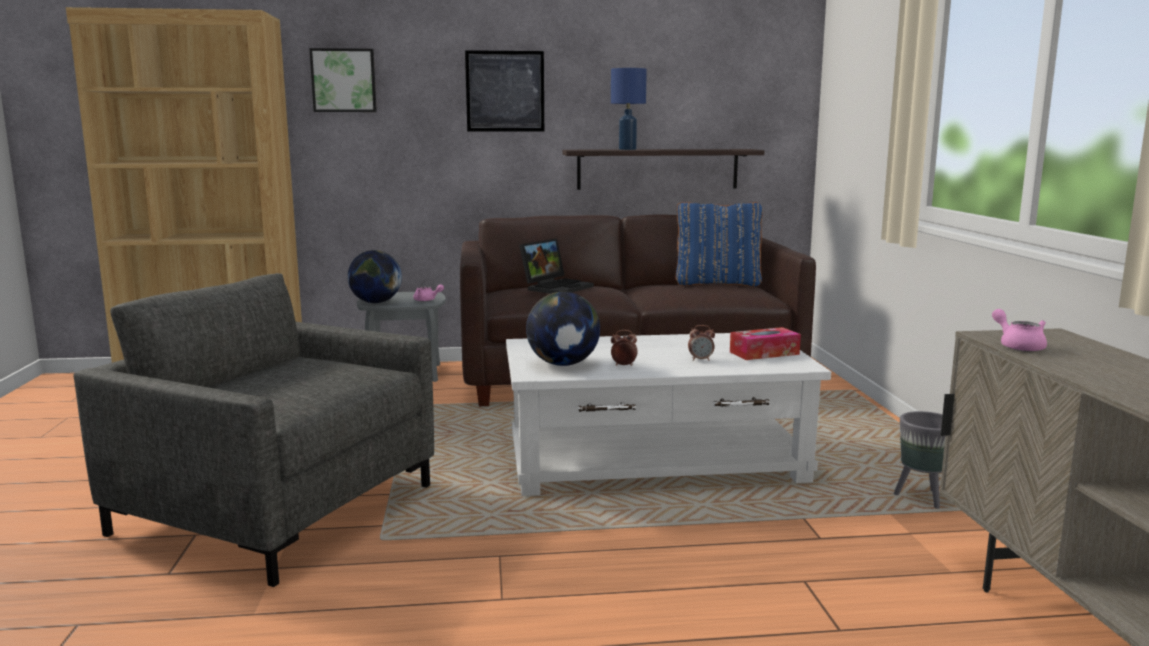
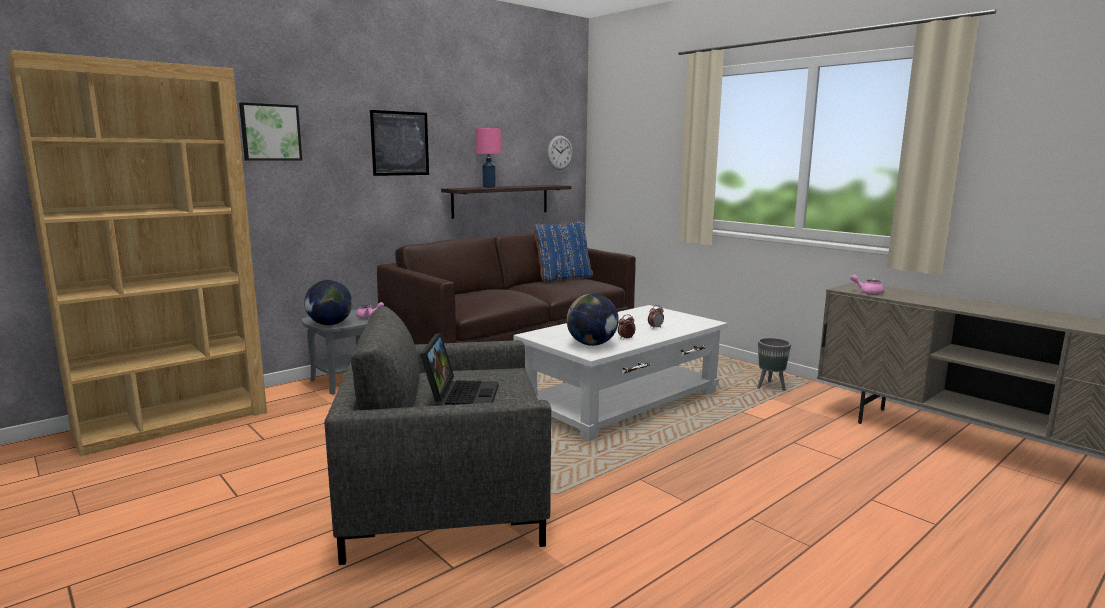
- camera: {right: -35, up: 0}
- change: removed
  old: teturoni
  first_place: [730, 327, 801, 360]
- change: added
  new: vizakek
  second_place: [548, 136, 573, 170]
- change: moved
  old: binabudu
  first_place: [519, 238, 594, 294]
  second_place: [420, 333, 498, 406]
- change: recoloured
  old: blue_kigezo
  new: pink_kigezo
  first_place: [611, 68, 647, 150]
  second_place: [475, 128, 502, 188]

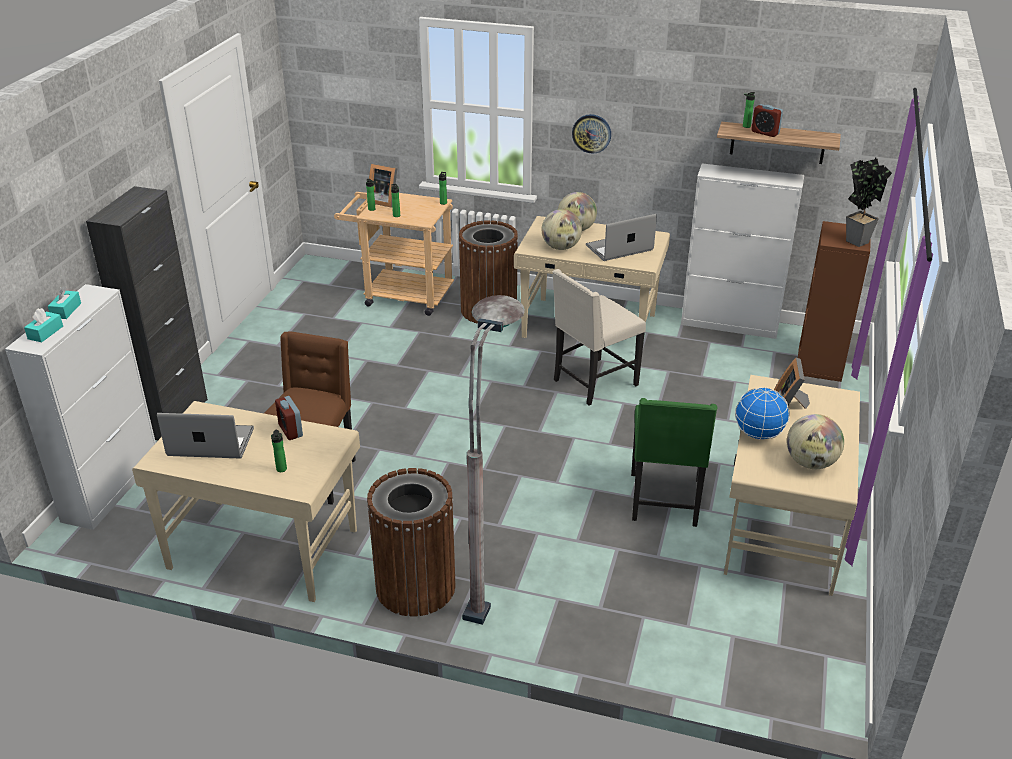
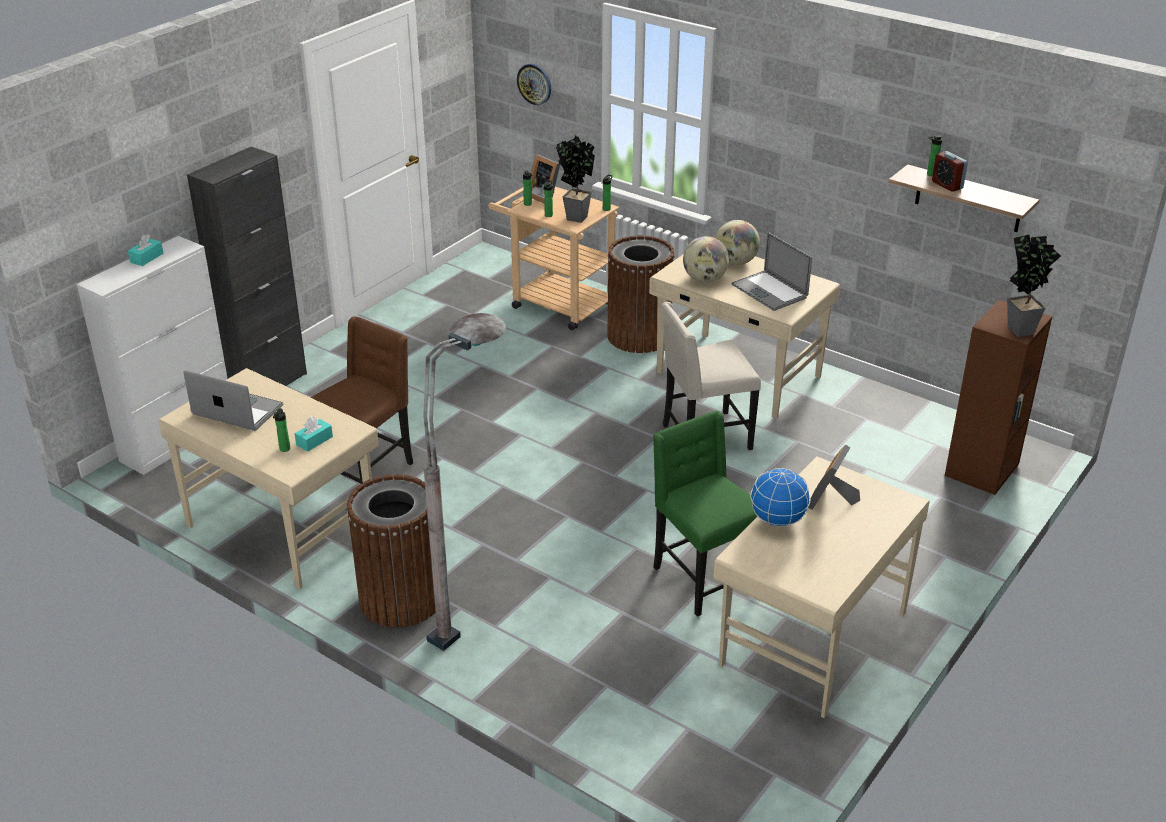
- camera: {right: 20, up: 0}
- change: removed
  old: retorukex
  first_place: [275, 396, 303, 440]
- change: removed
  old: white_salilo
  first_place: [681, 164, 804, 339]
- change: removed
  old: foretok
  first_place: [787, 414, 844, 469]
- change: added
  new: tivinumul
  second_place: [556, 135, 595, 223]
- change: moved
  old: turquoise_teturoni
  first_place: [24, 308, 63, 343]
  second_place: [295, 417, 333, 452]
- change: moved
  old: vizakek
  first_place: [572, 114, 611, 154]
  second_place: [517, 64, 551, 105]
- change: turned
  old: binabudu
  first_place: [586, 214, 657, 261]
  second_place: [731, 232, 812, 311]
  degrees: -120
- change: turned
  old: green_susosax
  first_place: [631, 398, 717, 527]
  second_place: [653, 411, 757, 617]
  degrees: 120

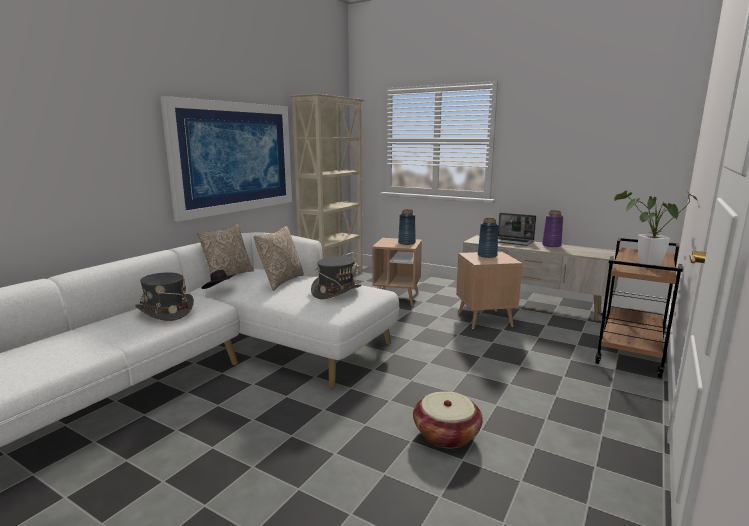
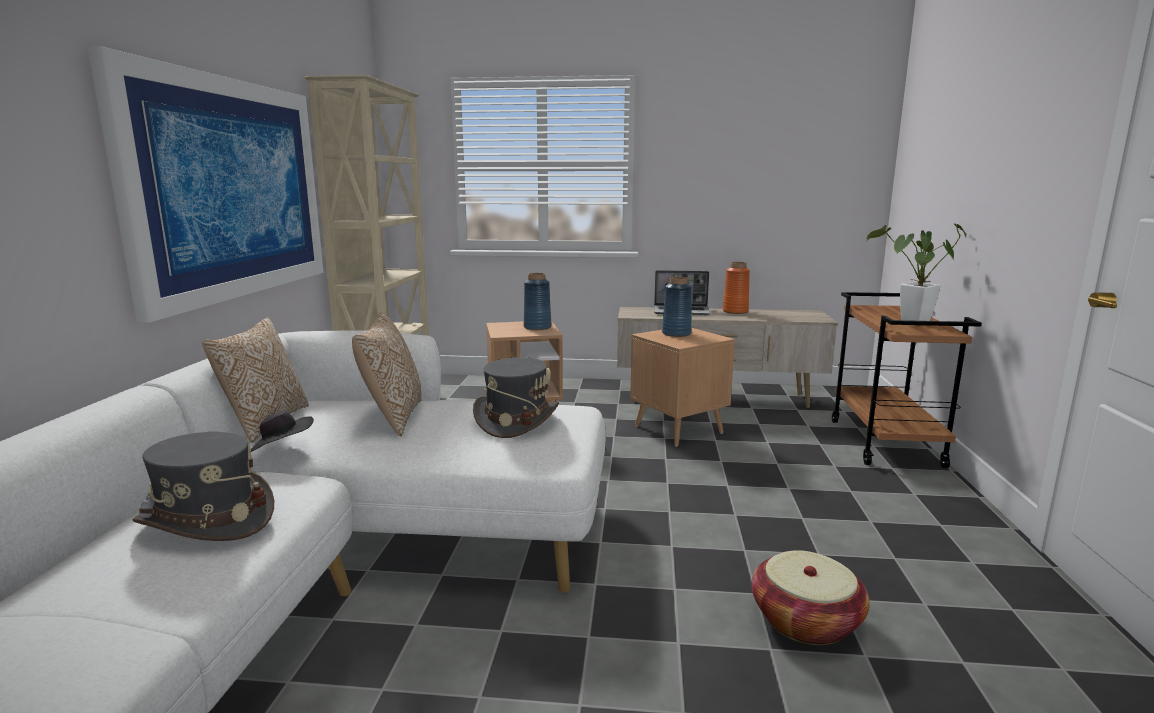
- camera: {right: -25, up: 0}
- change: recoloured
  old: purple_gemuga
  new: orange_gemuga
  first_place: [542, 210, 563, 247]
  second_place: [723, 262, 750, 314]

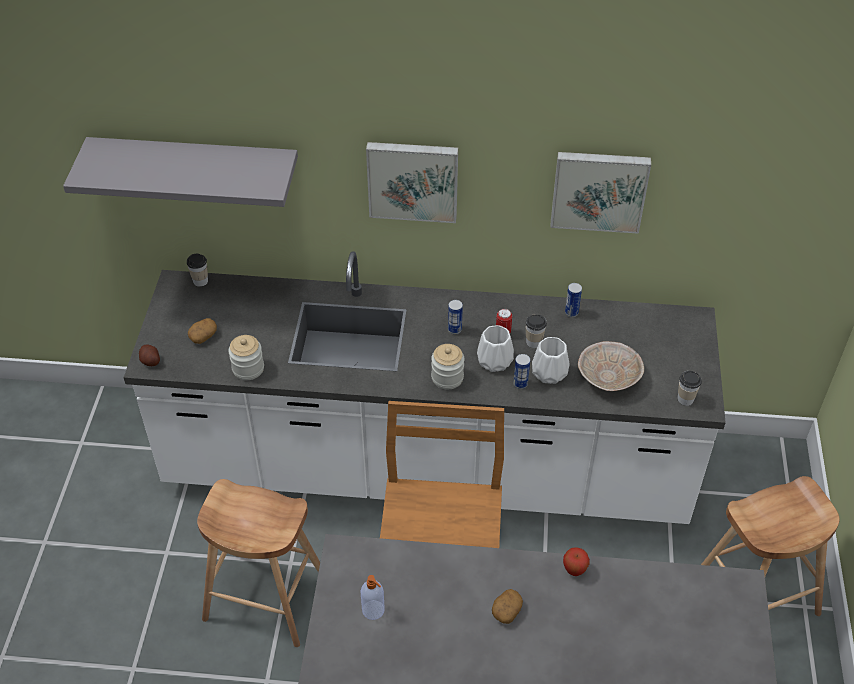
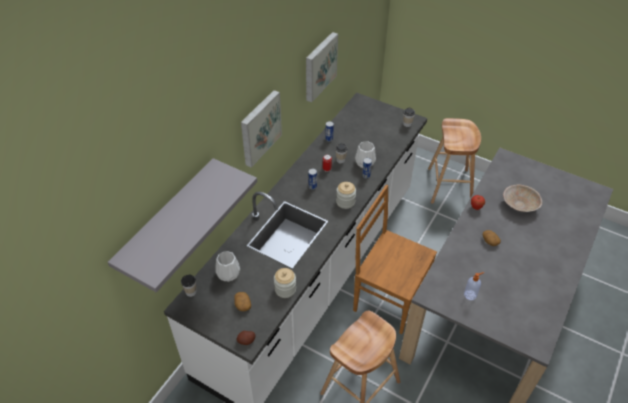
- camera: {right: -65, up: 0}
- change: moved
  old: white_gemuga
  first_place: [477, 325, 514, 372]
  second_place: [215, 251, 240, 282]
- change: moved
  old: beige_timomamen
  first_place: [578, 341, 644, 391]
  second_place: [503, 184, 542, 212]

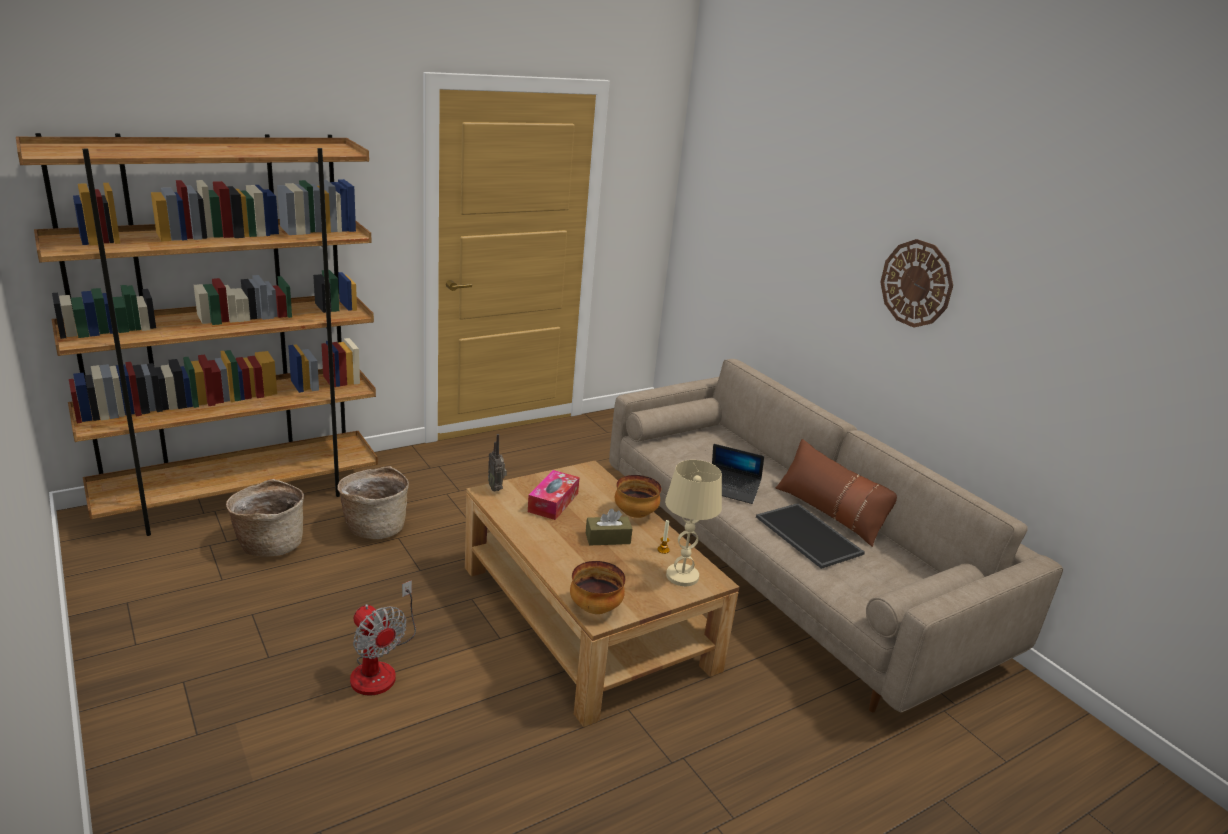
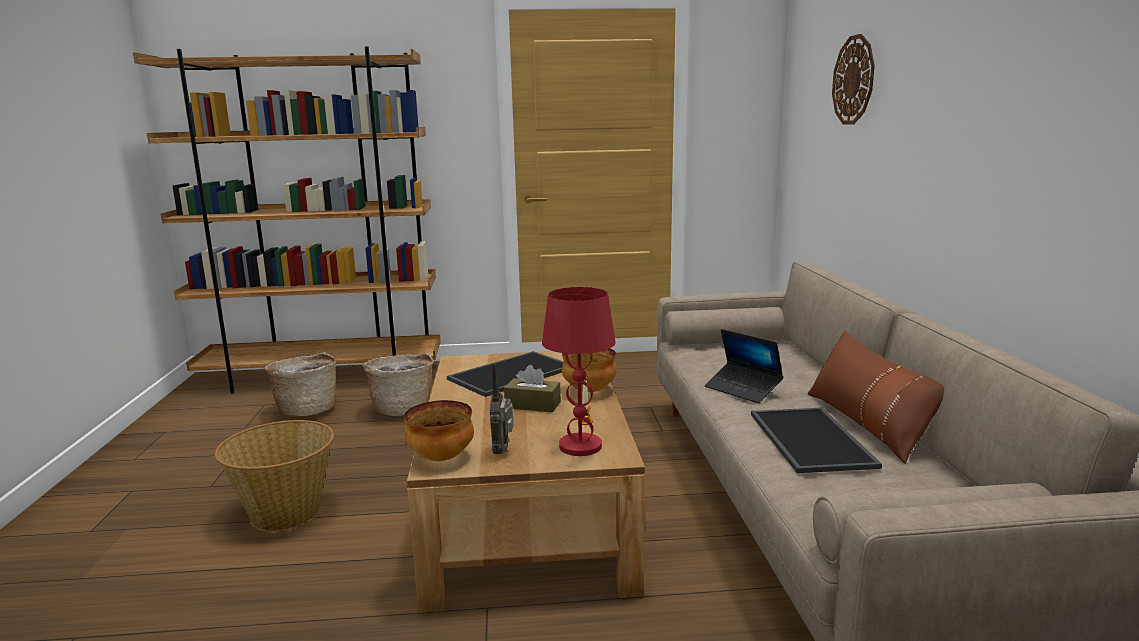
- camera: {right: 30, up: -10}
- change: moved
  old: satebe
  first_place: [488, 434, 507, 492]
  second_place: [490, 363, 513, 454]
- change: moved
  old: vizakek
  first_place: [880, 239, 953, 328]
  second_place: [832, 34, 875, 124]
- change: replaced
  old: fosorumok
  new: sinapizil
  first_place: [350, 580, 416, 696]
  second_place: [215, 420, 334, 531]
- change: replaced
  old: teturoni
  new: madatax
  first_place: [528, 470, 580, 520]
  second_place: [447, 351, 564, 397]
- change: recoloured
  old: beige_kigezo
  new: red_kigezo
  first_place: [665, 460, 722, 586]
  second_place: [542, 287, 616, 456]

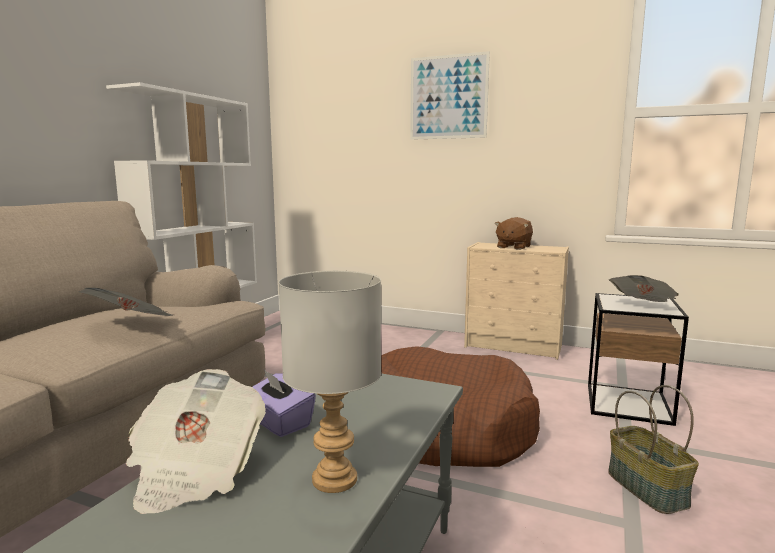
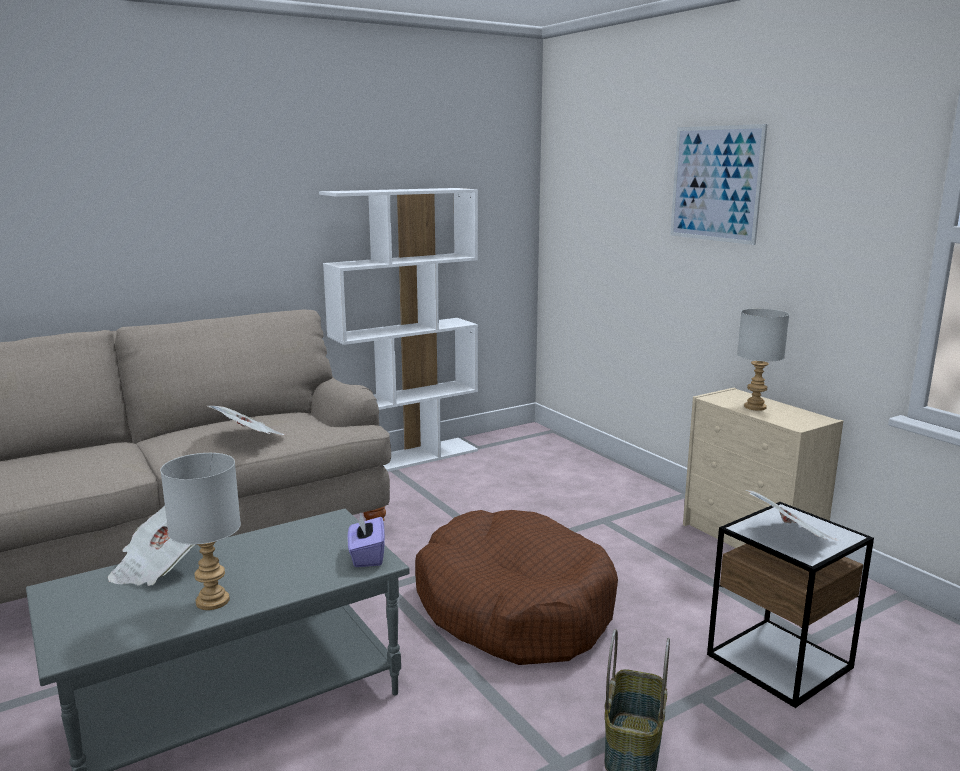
- camera: {right: 35, up: 5}
- change: moved
  old: purple_teturoni
  first_place: [252, 370, 316, 437]
  second_place: [347, 512, 385, 567]
- change: replaced
  old: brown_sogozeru
  new: grey_kigezo
  first_place: [494, 217, 533, 250]
  second_place: [737, 308, 789, 411]

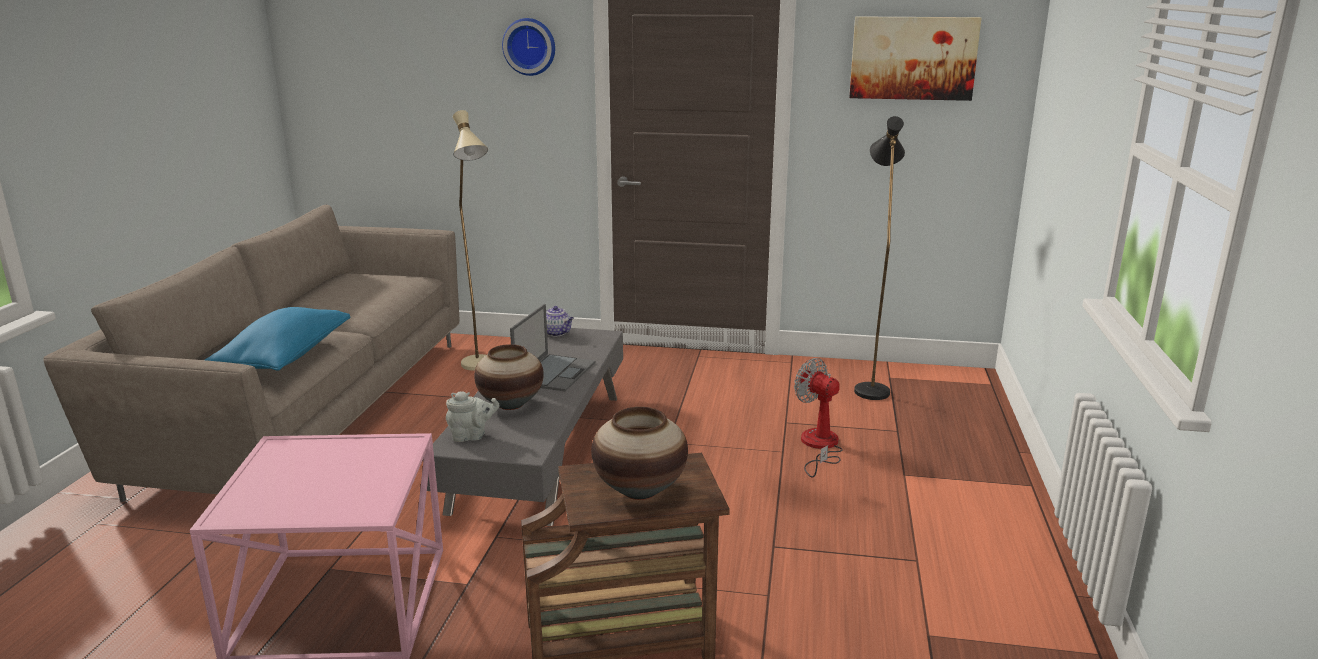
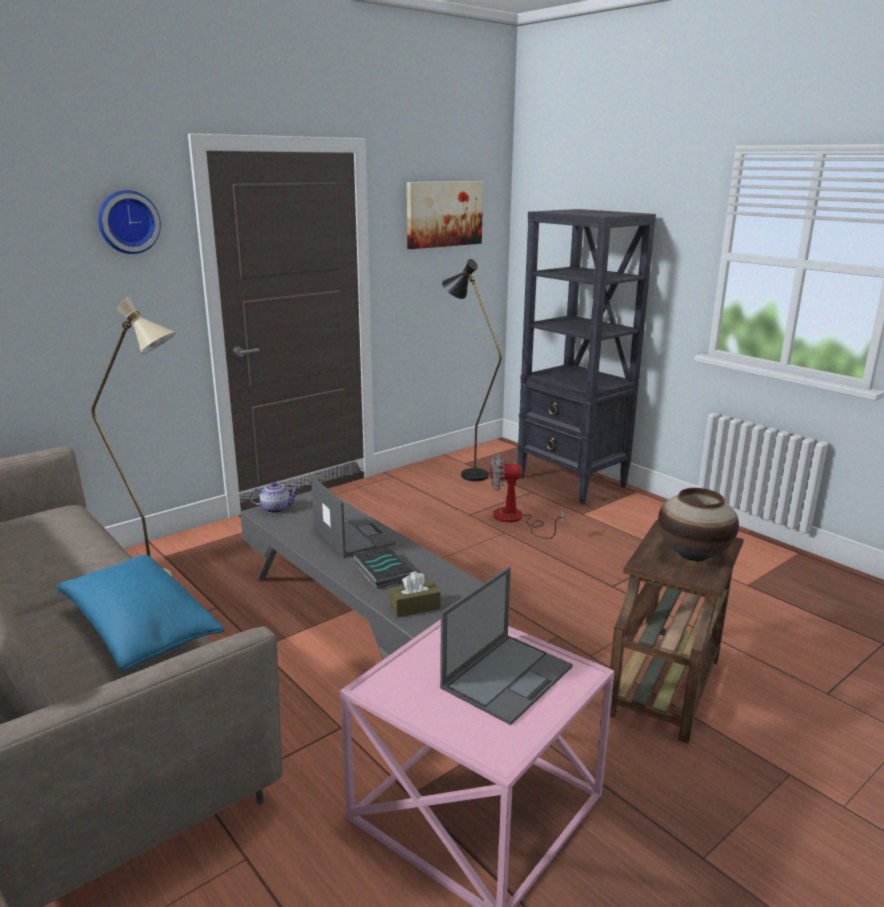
- camera: {right: -50, up: 0}
- change: added
  new: binabudu
  second_place: [440, 567, 573, 725]
- change: added
  new: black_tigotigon
  second_place: [517, 209, 656, 504]
- change: replaced
  old: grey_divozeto
  new: brown_teturoni
  first_place: [446, 391, 499, 442]
  second_place: [389, 571, 441, 617]
- change: replaced
  old: gemuga
  new: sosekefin
  first_place: [474, 344, 544, 410]
  second_place: [353, 546, 413, 590]

